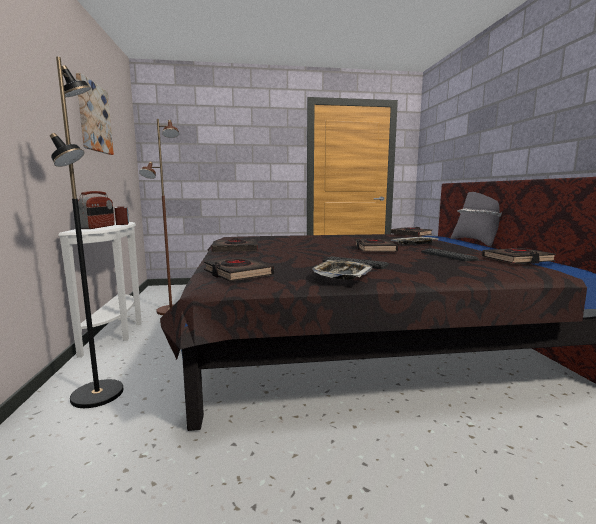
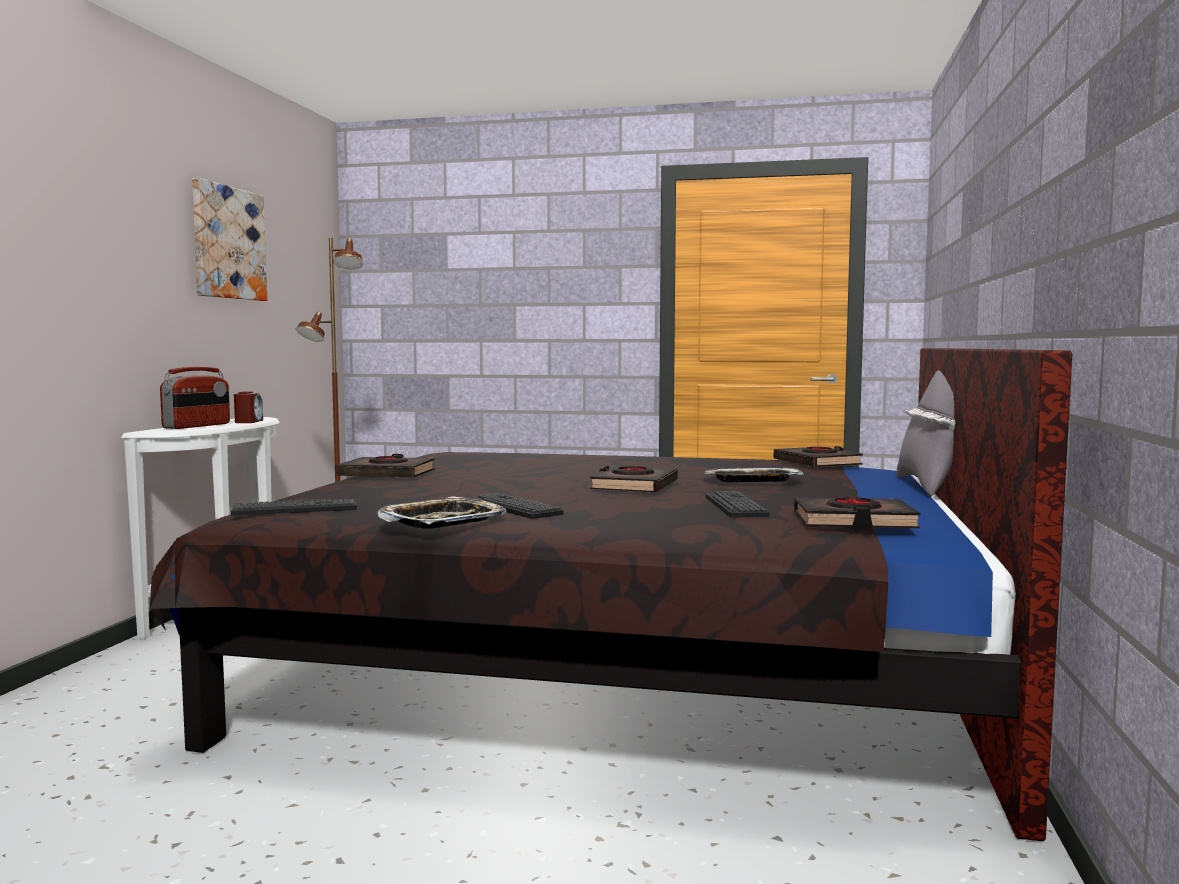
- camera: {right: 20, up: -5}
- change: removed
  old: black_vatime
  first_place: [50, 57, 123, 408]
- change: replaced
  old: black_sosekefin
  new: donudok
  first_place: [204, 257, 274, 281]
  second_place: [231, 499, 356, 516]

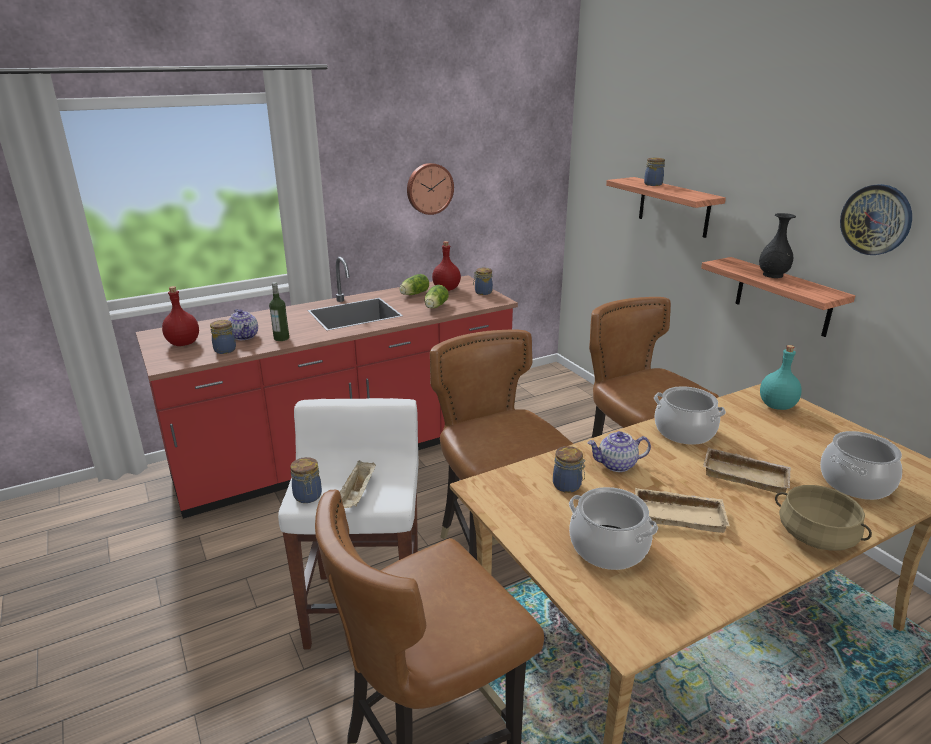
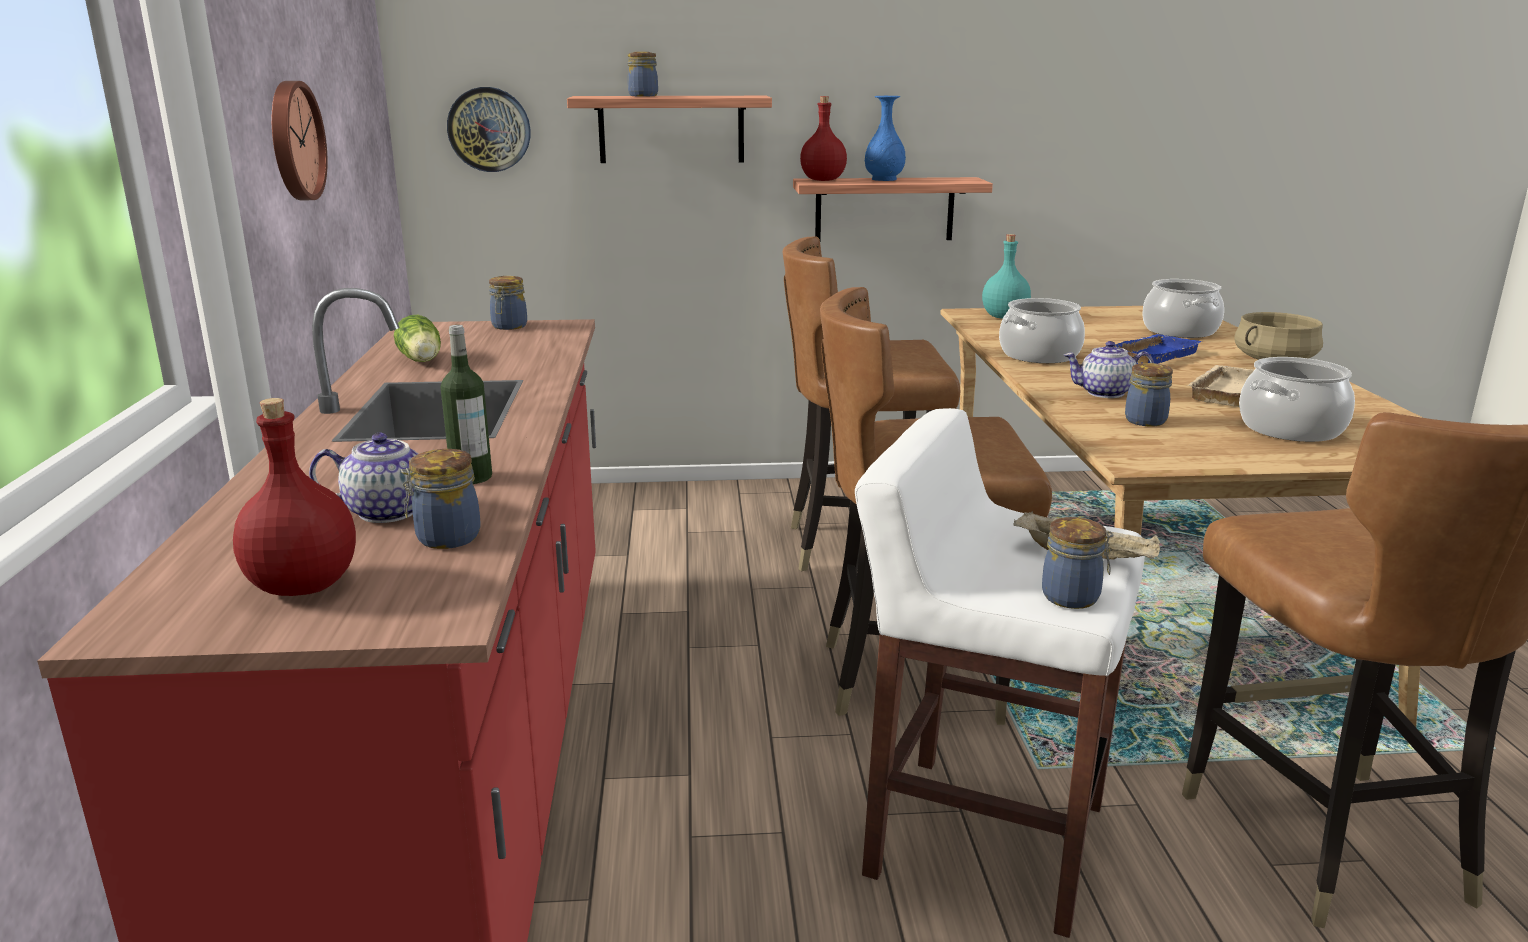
- camera: {right: -65, up: -5}
- change: removed
  old: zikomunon
  first_place: [425, 285, 449, 308]
- change: moved
  old: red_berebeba
  first_place: [432, 241, 461, 291]
  second_place: [800, 96, 847, 181]
- change: moved
  old: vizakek
  first_place: [840, 184, 912, 255]
  second_place: [447, 87, 531, 172]
- change: recoloured
  old: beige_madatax
  new: blue_madatax
  first_place: [703, 447, 791, 493]
  second_place: [1114, 334, 1202, 364]
- change: recoloured
  old: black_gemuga
  new: blue_gemuga
  first_place: [759, 213, 796, 278]
  second_place: [865, 96, 906, 181]
- change: turned
  old: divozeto
  first_place: [587, 431, 651, 472]
  second_place: [1064, 341, 1154, 398]
  degrees: 75

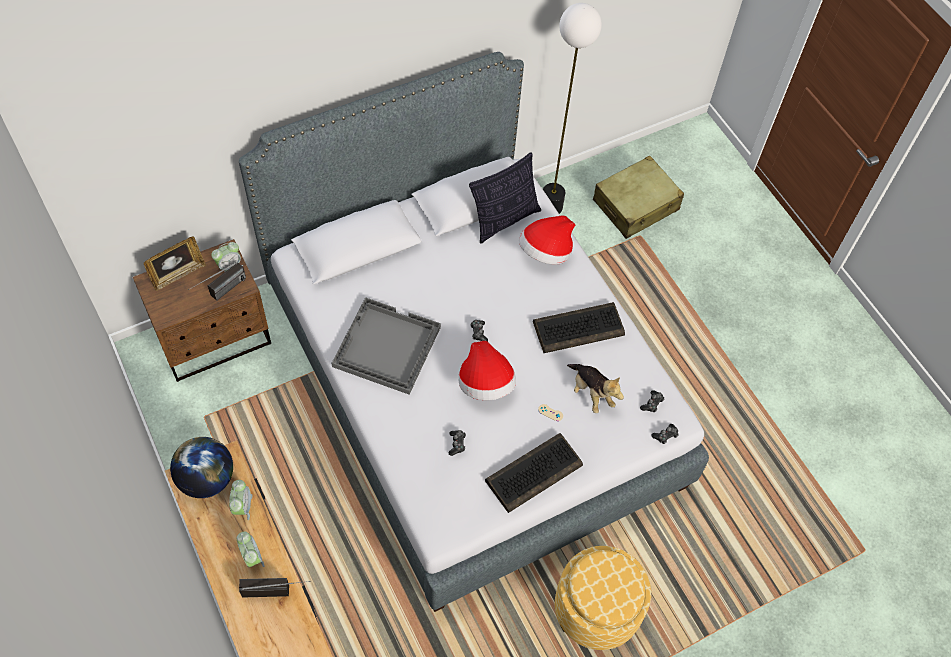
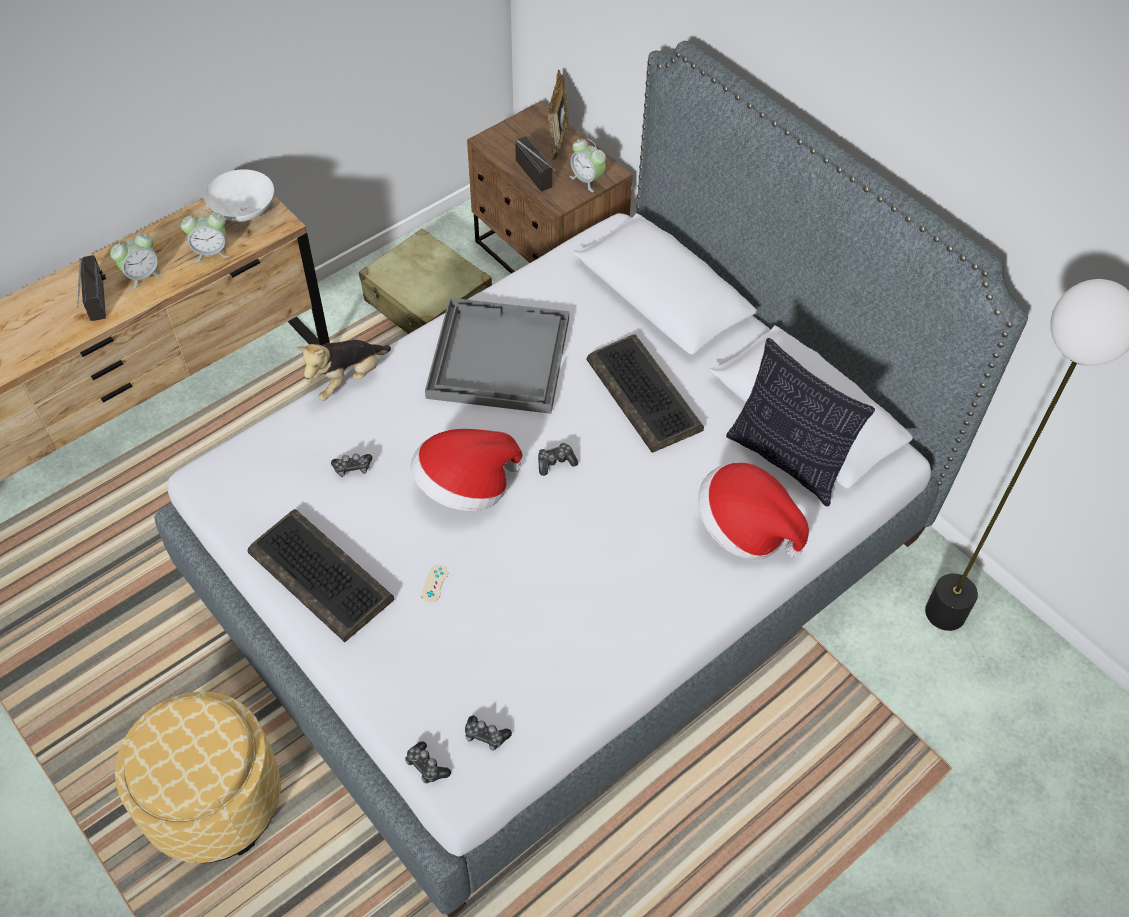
- camera: {right: 80, up: -5}
- change: moved
  old: donudok
  first_place: [533, 302, 625, 353]
  second_place: [587, 334, 704, 453]
- change: moved
  old: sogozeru
  first_place: [567, 364, 624, 413]
  second_place: [297, 340, 391, 401]
- change: moved
  old: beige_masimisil
  first_place: [593, 156, 684, 239]
  second_place: [359, 229, 492, 334]
- change: replaced
  old: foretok
  new: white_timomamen
  first_place: [170, 437, 233, 498]
  second_place: [204, 169, 274, 222]
- change: turned
  old: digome
  first_place: [144, 236, 206, 291]
  second_place: [547, 70, 569, 161]
  degrees: 45
- change: turned
  old: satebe
  first_place: [188, 262, 246, 301]
  second_place: [515, 136, 557, 191]
  degrees: -150

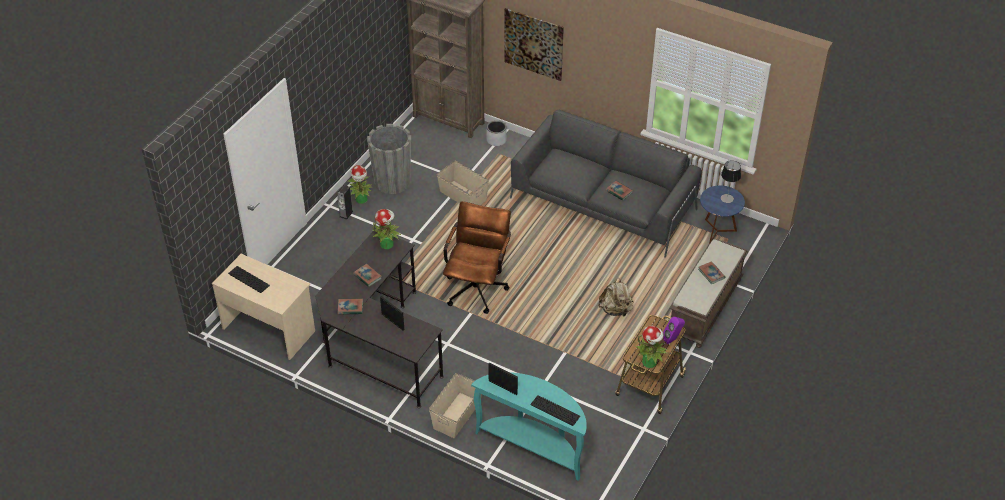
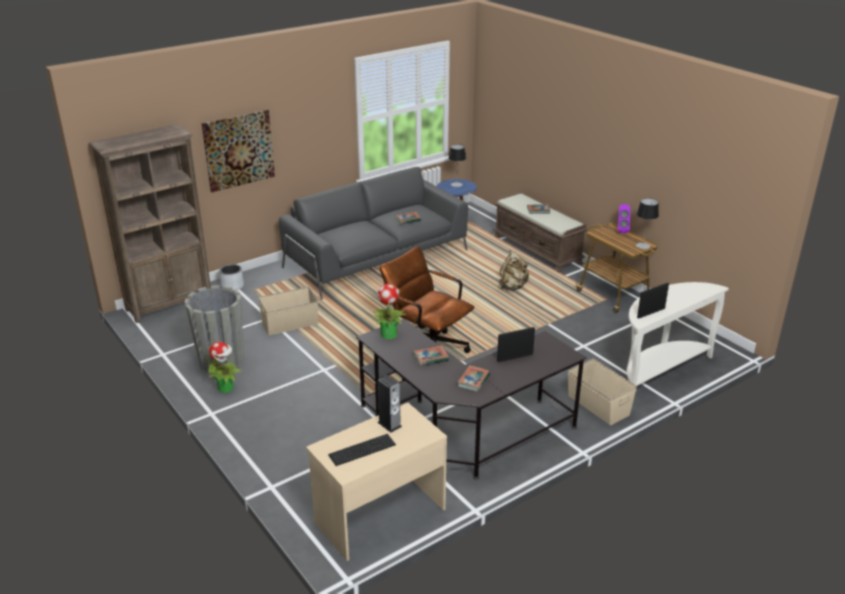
- camera: {right: -65, up: -15}
- change: removed
  old: donudok
  first_place: [530, 395, 580, 426]
- change: moved
  old: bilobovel
  first_place: [337, 185, 353, 220]
  second_place: [378, 375, 402, 433]
- change: replaced
  old: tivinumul
  new: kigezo
  first_place: [636, 326, 667, 368]
  second_place: [636, 198, 659, 249]
- change: recoloured
  old: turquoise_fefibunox
  new: white_fefibunox
  first_place: [471, 372, 587, 481]
  second_place: [626, 282, 729, 386]

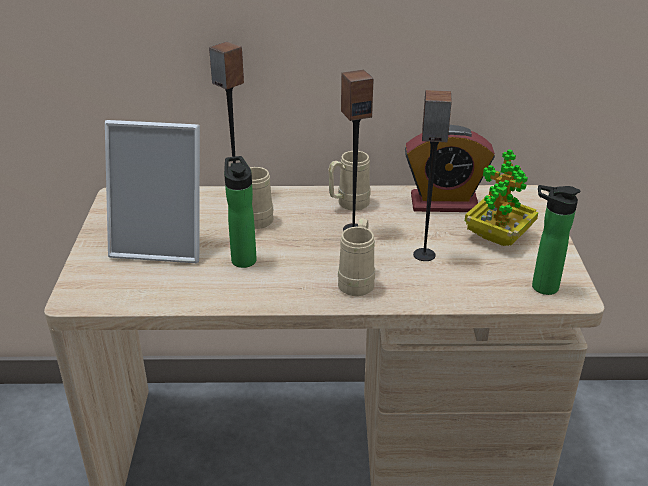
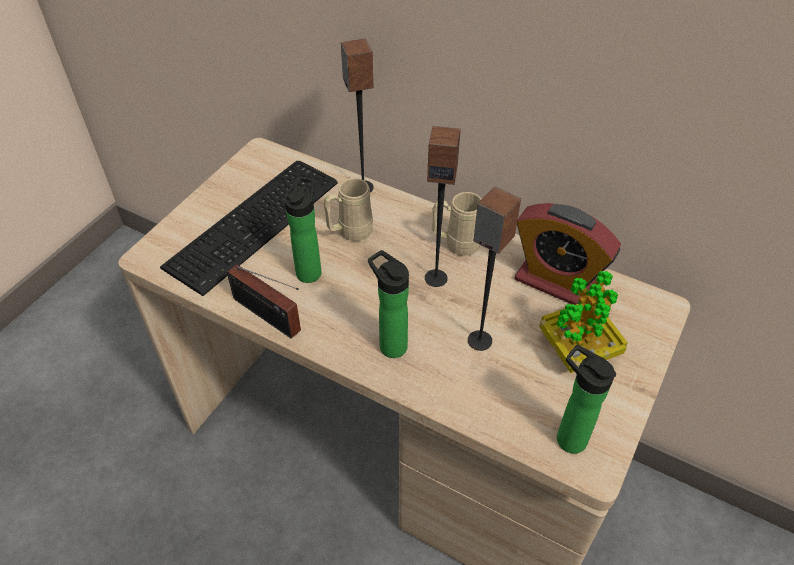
- camera: {right: 30, up: 15}
- change: added
  new: satebe
  second_place: [227, 264, 301, 339]
- change: replaced
  old: digome
  new: donudok
  first_place: [105, 120, 200, 263]
  second_place: [160, 161, 338, 296]
- change: replaced
  old: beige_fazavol
  new: berebeba
  first_place: [338, 218, 375, 296]
  second_place: [368, 250, 409, 358]

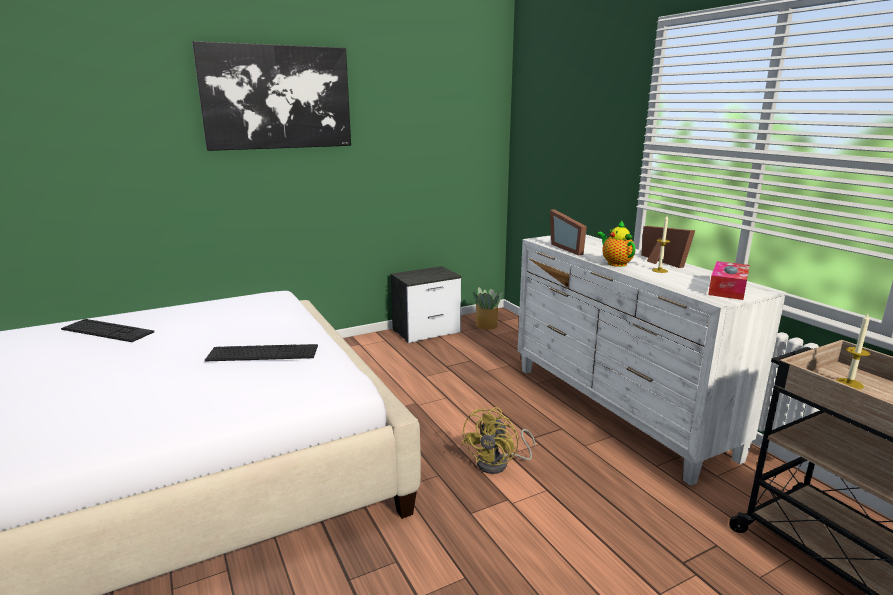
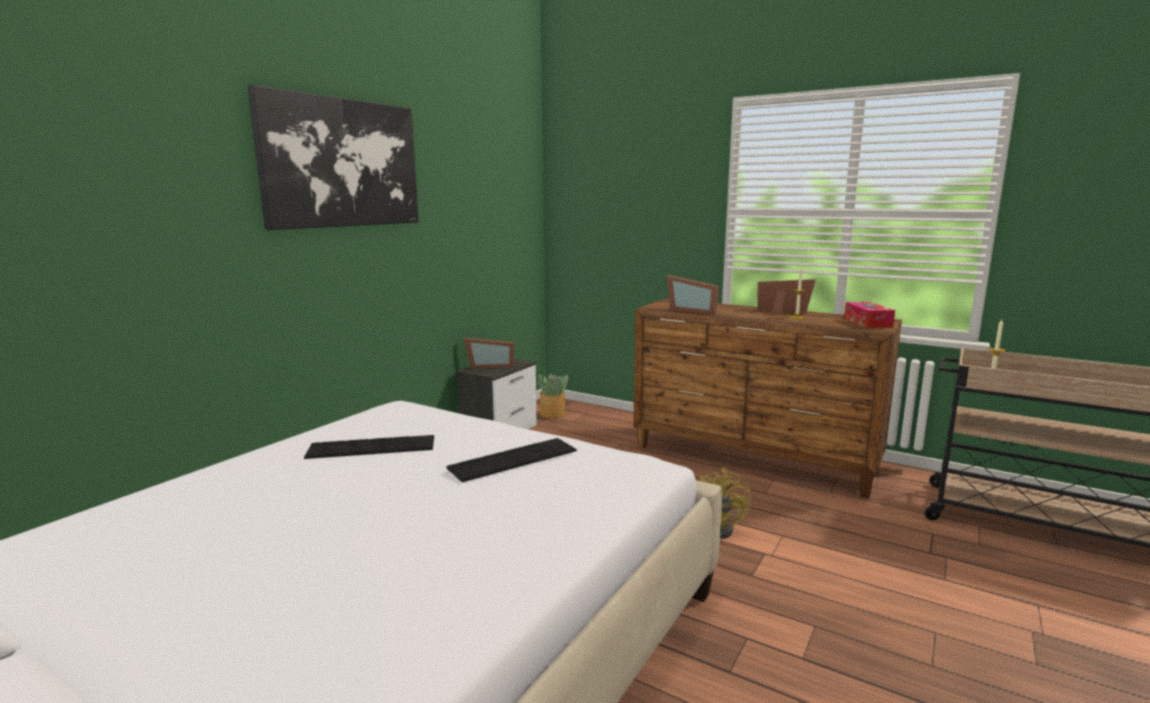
- camera: {right: -30, up: -5}
- change: removed
  old: divozeto
  first_place: [597, 220, 635, 267]
- change: added
  new: digome
  second_place: [464, 338, 514, 368]
- change: moved
  old: donudok
  first_place: [61, 319, 154, 342]
  second_place: [304, 435, 434, 459]
- change: recoloured
  old: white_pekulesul
  new: brown_pekulesul
  first_place: [518, 235, 786, 486]
  second_place: [633, 299, 902, 499]

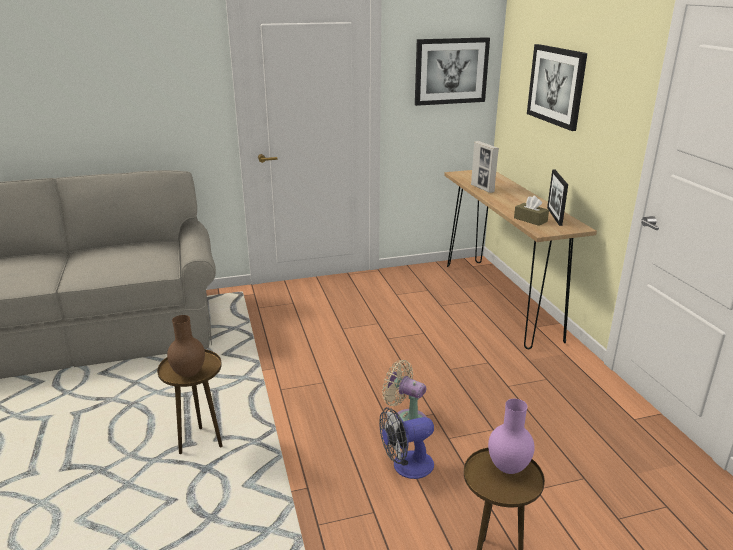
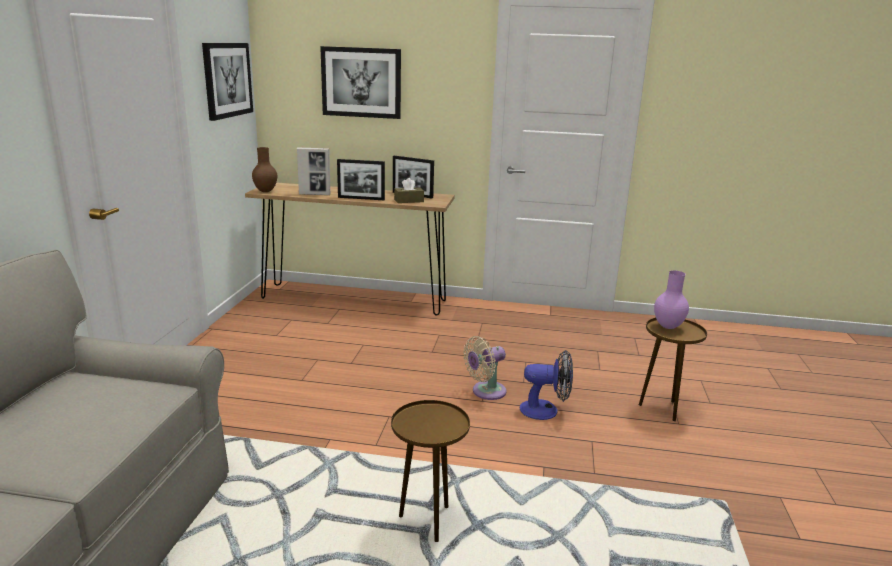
- camera: {right: -65, up: -5}
- change: added
  new: digome
  second_place: [337, 159, 385, 200]
- change: moved
  old: brown_gemuga
  first_place: [167, 315, 205, 377]
  second_place: [252, 147, 277, 192]
- change: turned
  old: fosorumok
  first_place: [379, 407, 434, 479]
  second_place: [520, 350, 573, 420]
  degrees: -90

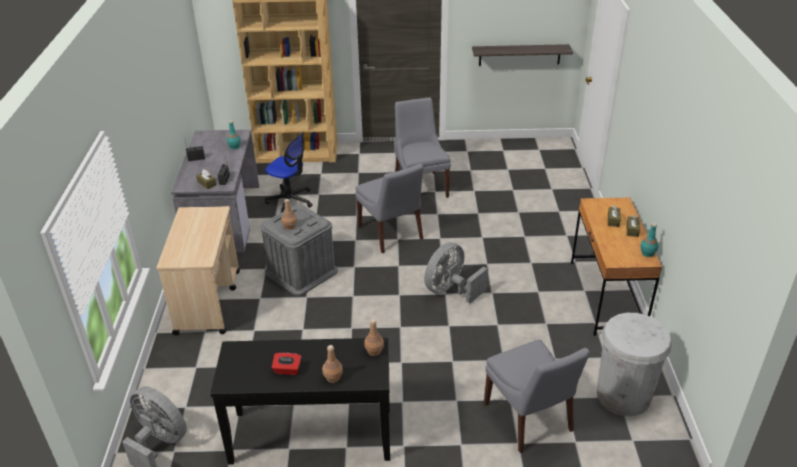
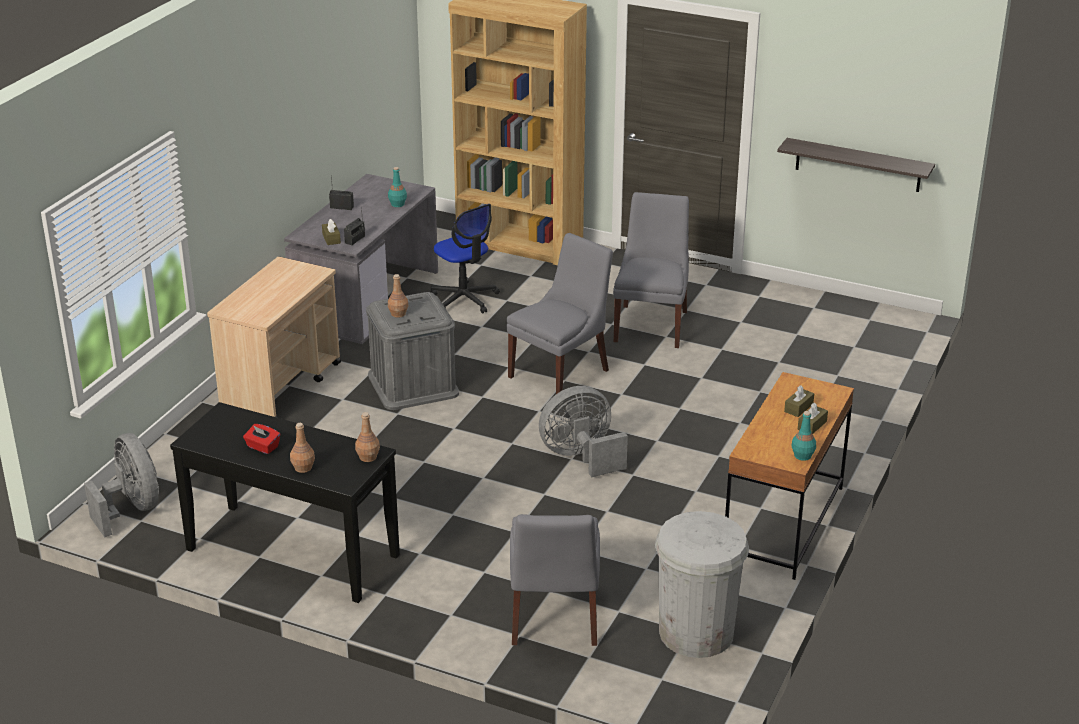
- camera: {right: 25, up: -5}
- change: turned
  old: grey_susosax
  first_place: [355, 163, 424, 253]
  second_place: [507, 233, 613, 394]
  degrees: -135

